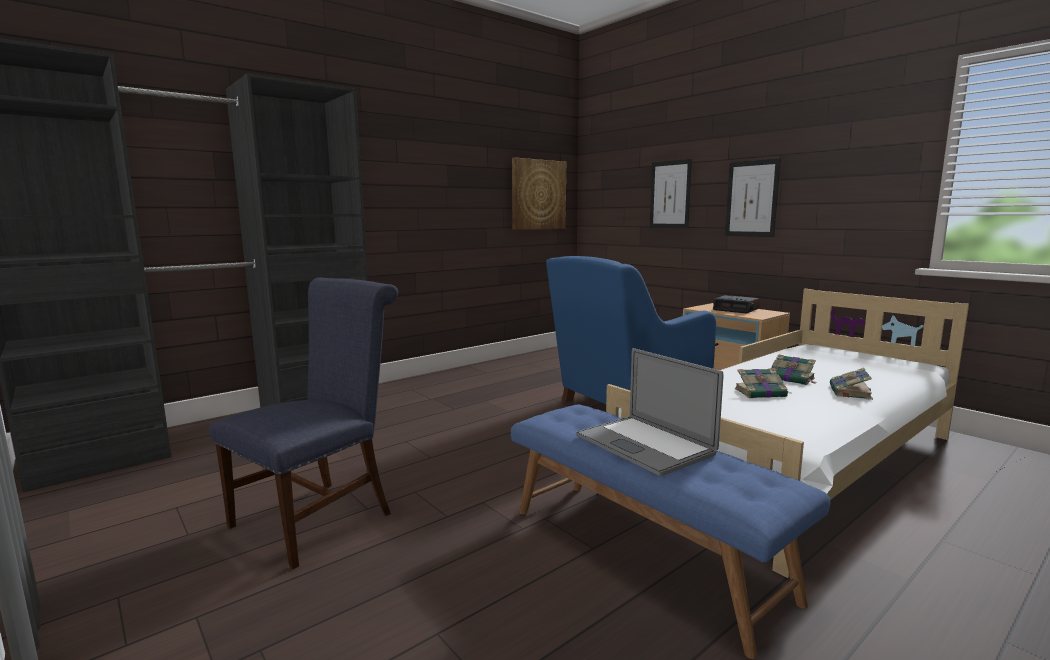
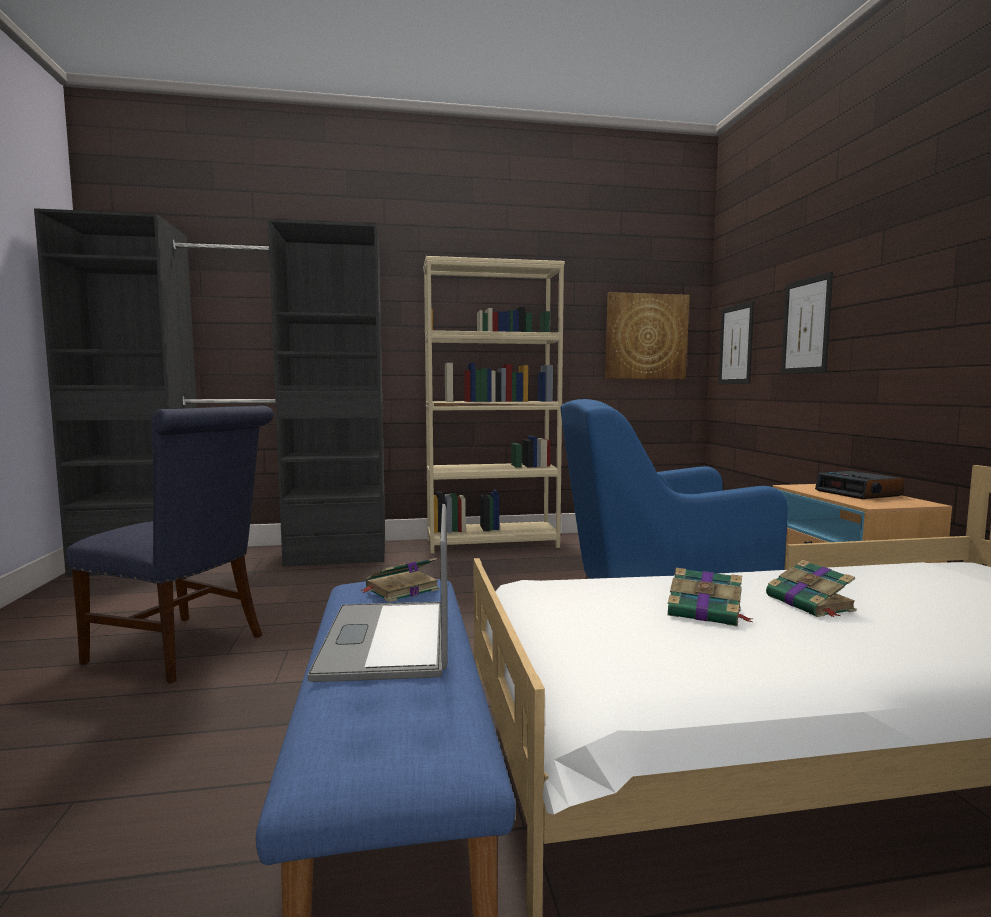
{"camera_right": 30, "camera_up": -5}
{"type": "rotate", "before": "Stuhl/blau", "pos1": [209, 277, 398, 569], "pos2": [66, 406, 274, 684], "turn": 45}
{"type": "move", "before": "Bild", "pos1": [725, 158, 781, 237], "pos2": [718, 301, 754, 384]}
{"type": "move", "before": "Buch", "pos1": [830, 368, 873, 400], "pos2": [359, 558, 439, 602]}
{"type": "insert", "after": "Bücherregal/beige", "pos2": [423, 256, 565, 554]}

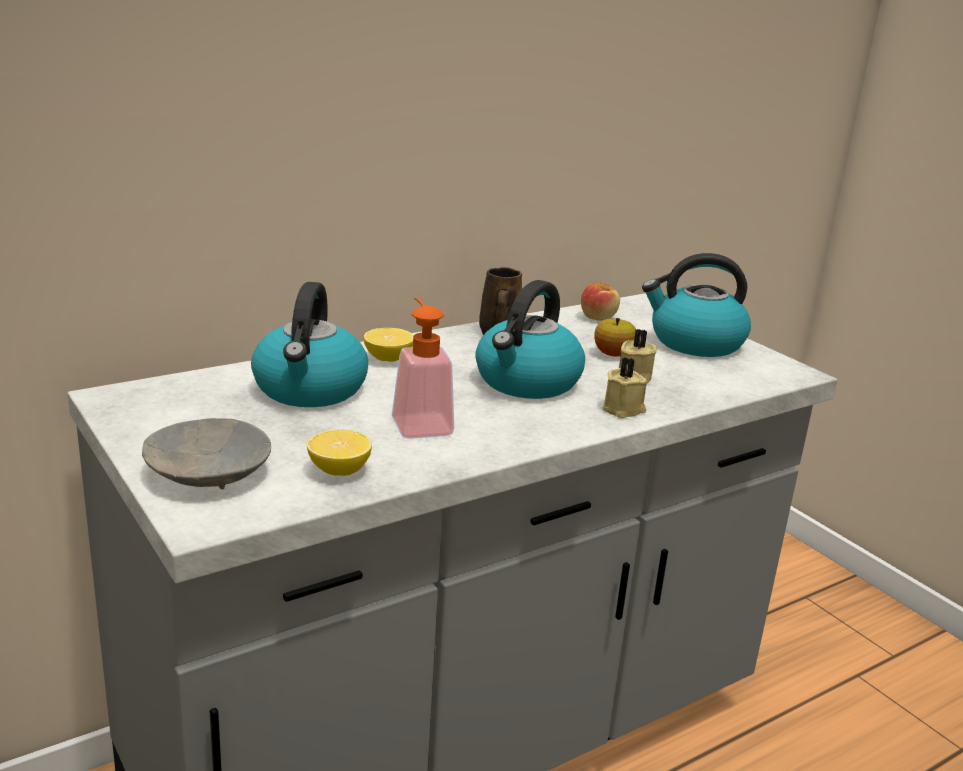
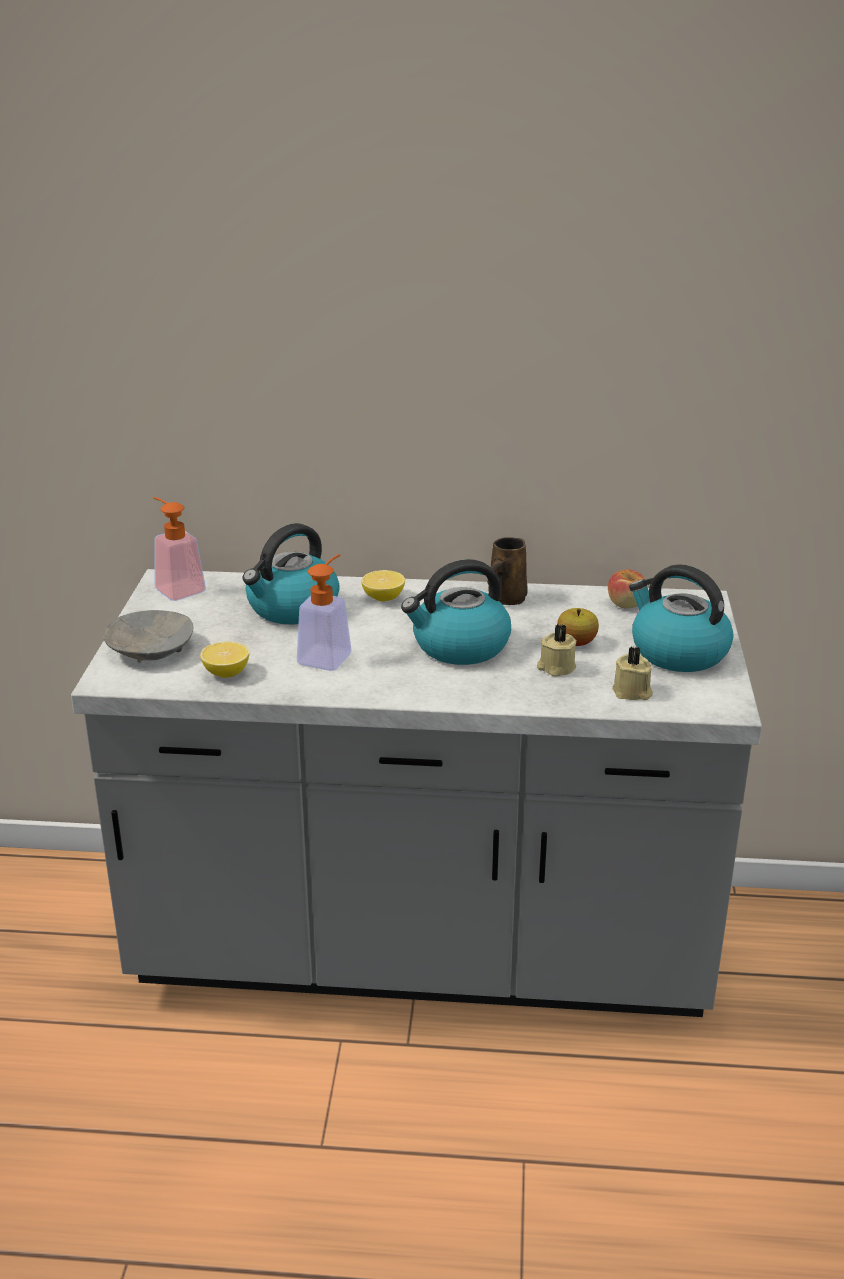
{"camera_right": 40, "camera_up": 5}
{"type": "move", "before": "Kerze/beige", "pos1": [602, 357, 647, 418], "pos2": [612, 646, 653, 700]}
{"type": "insert", "after": "Seifenspender", "pos2": [153, 497, 206, 601]}

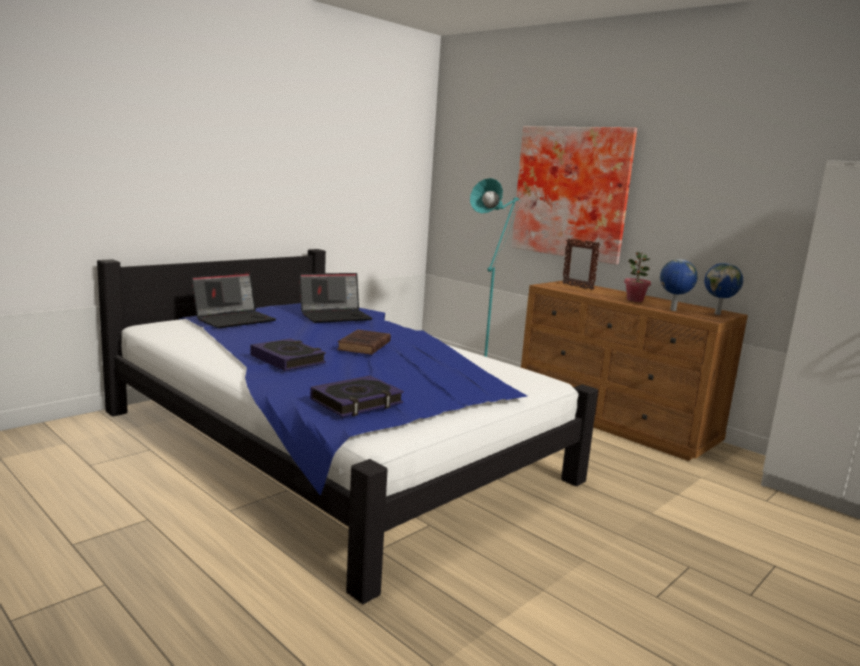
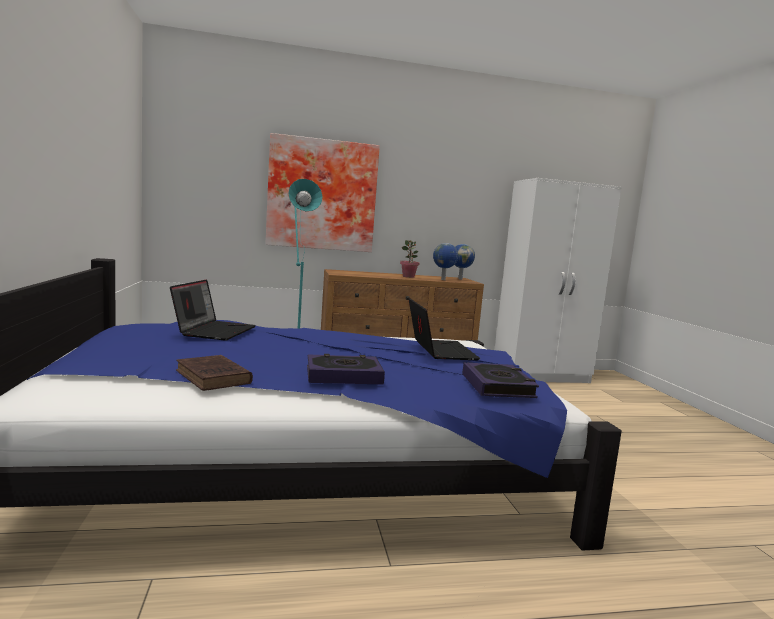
{"camera_right": -55, "camera_up": -5}
{"type": "move", "before": "Laptop", "pos1": [191, 273, 276, 328], "pos2": [409, 298, 480, 360]}
{"type": "move", "before": "Buch/braun", "pos1": [337, 330, 391, 355], "pos2": [176, 355, 253, 391]}
{"type": "delete", "before": "Bilderrahmen", "pos1": [562, 238, 600, 290]}

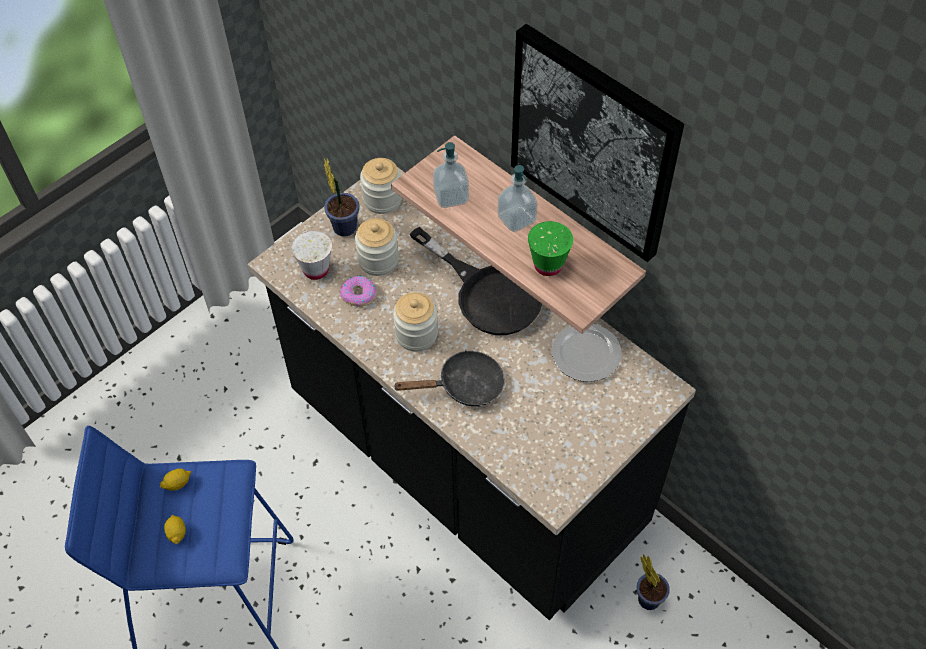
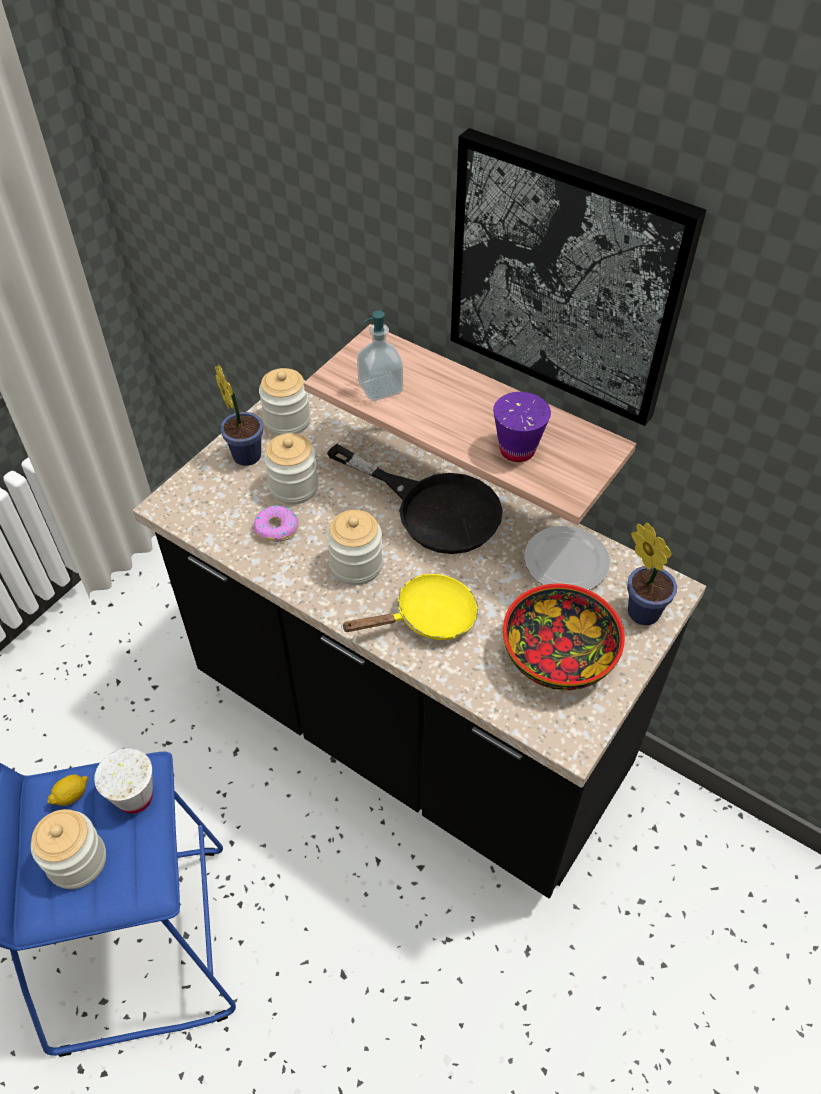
{"camera_right": -10, "camera_up": -5}
{"type": "replace", "before": "Zitrone", "after": "Vorratsglas", "pos1": [164, 515, 186, 544], "pos2": [31, 809, 106, 889]}
{"type": "move", "before": "Tasse/weiß", "pos1": [291, 231, 332, 280], "pos2": [94, 748, 153, 814]}
{"type": "recolor", "before": "Pfanne/schwarz", "after": "Pfanne/gelb", "pos1": [393, 350, 505, 407], "pos2": [341, 574, 478, 640]}
{"type": "delete", "before": "Seifenspender", "pos1": [497, 165, 538, 232]}
{"type": "recolor", "before": "Tasse/grün", "after": "Tasse/lila", "pos1": [528, 221, 573, 276], "pos2": [493, 392, 551, 462]}
{"type": "move", "before": "Topfpflanze", "pos1": [637, 554, 670, 610], "pos2": [627, 522, 677, 625]}
{"type": "insert", "after": "Schüssel", "pos2": [503, 584, 625, 690]}

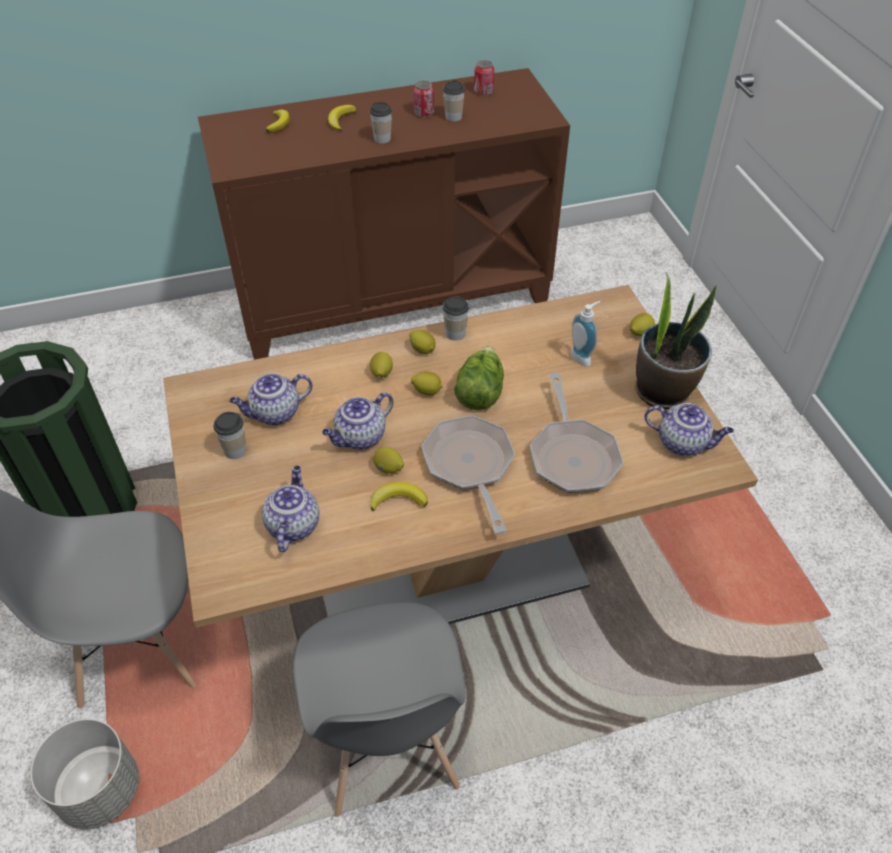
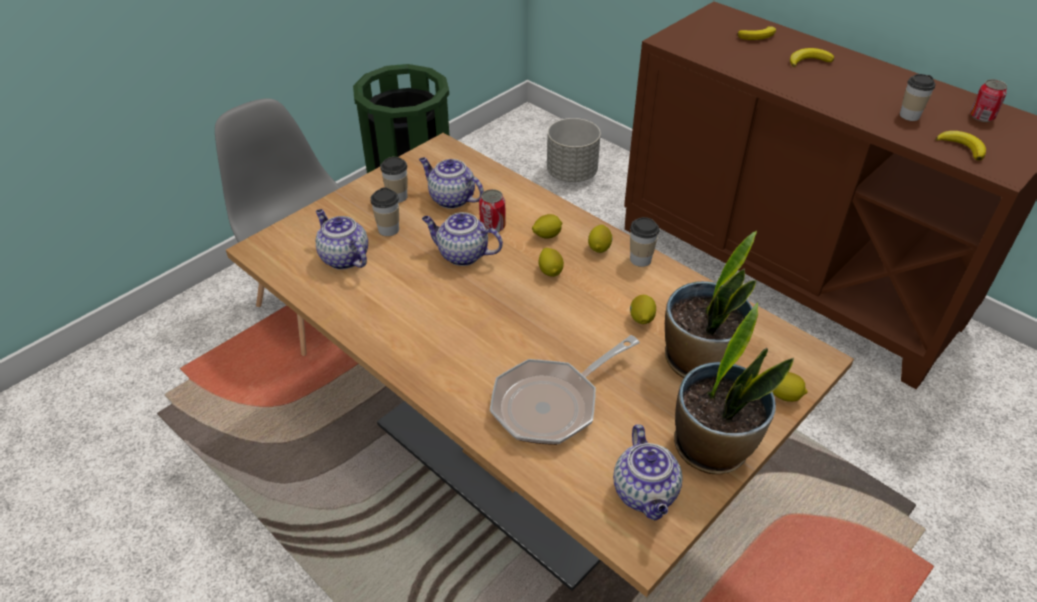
{"camera_right": 60, "camera_up": -5}
{"type": "move", "before": "Pflanzkübel/grau", "pos1": [30, 719, 139, 829], "pos2": [547, 118, 601, 182]}
{"type": "rotate", "before": "Teekanne", "pos1": [262, 466, 319, 552], "pos2": [316, 209, 368, 270], "turn": -105}
{"type": "delete", "before": "Stuhl/grau", "pos1": [293, 602, 466, 817]}
{"type": "move", "before": "Tasse", "pos1": [370, 102, 392, 144], "pos2": [371, 188, 399, 236]}
{"type": "move", "before": "Banane", "pos1": [371, 482, 428, 511], "pos2": [936, 131, 986, 161]}
{"type": "move", "before": "Zitrone", "pos1": [373, 447, 404, 474], "pos2": [630, 295, 656, 324]}
{"type": "move", "before": "Dose", "pos1": [413, 81, 434, 117], "pos2": [479, 189, 506, 232]}
{"type": "delete", "before": "Pfanne", "pos1": [421, 415, 515, 534]}
{"type": "delete", "before": "Salatkopf", "pos1": [454, 346, 504, 410]}
{"type": "replace", "before": "Seifenspender", "after": "Topfpflanze", "pos1": [570, 301, 600, 367], "pos2": [665, 231, 757, 378]}

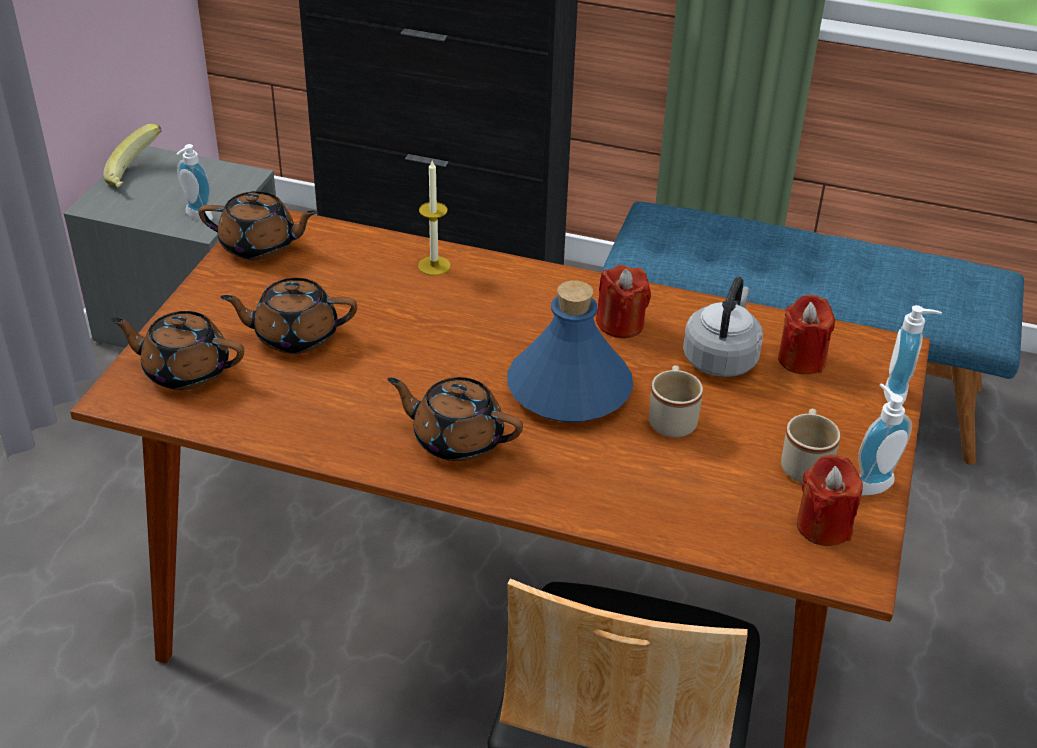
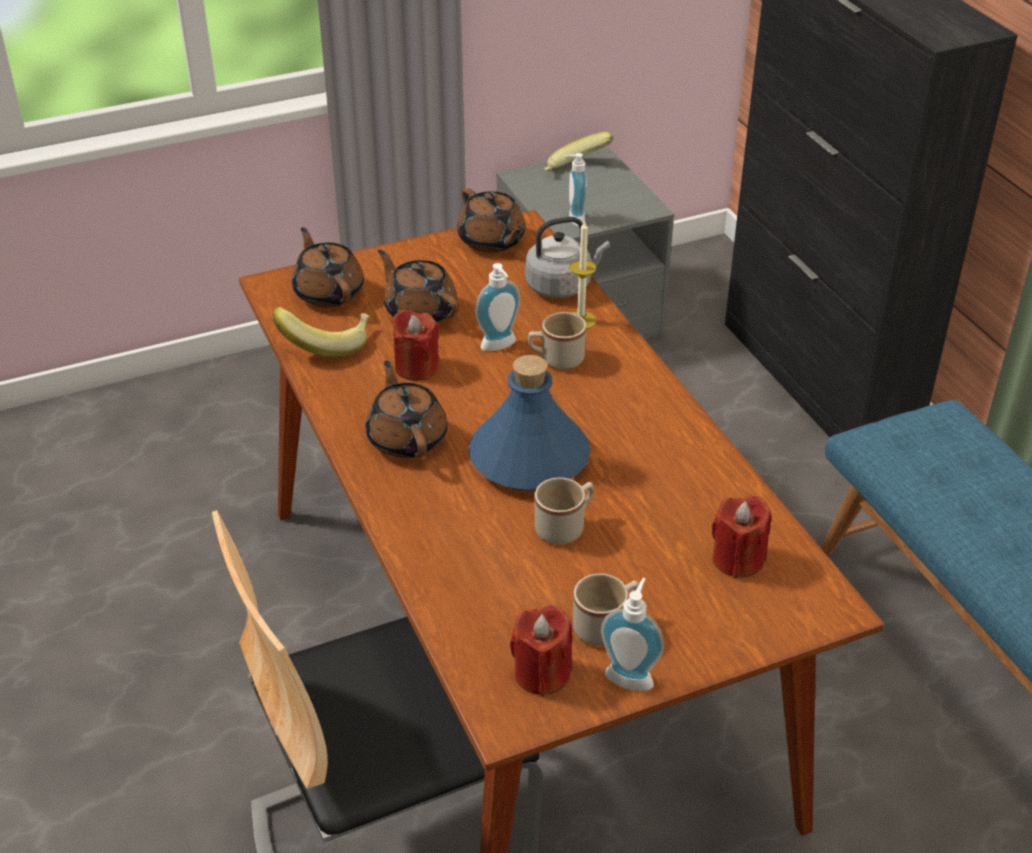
{"camera_right": 50, "camera_up": 0}
{"type": "move", "before": "Kerze/rot", "pos1": [596, 265, 651, 338], "pos2": [392, 309, 439, 381]}
{"type": "move", "before": "Wasserkessel/grau", "pos1": [683, 276, 763, 377], "pos2": [525, 217, 610, 298]}
{"type": "move", "before": "Seifenspender", "pos1": [884, 305, 942, 405], "pos2": [475, 263, 520, 351]}
{"type": "insert", "after": "Banane", "pos2": [273, 307, 371, 357]}
{"type": "insert", "after": "Henkelbecher/beige", "pos2": [528, 312, 586, 370]}

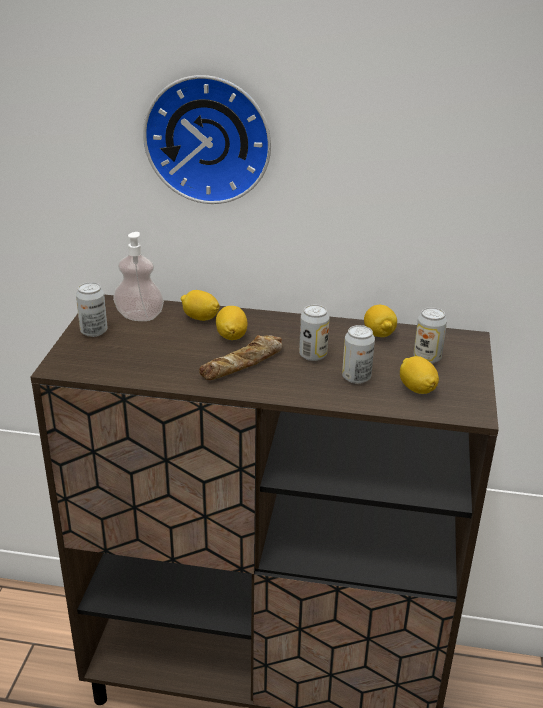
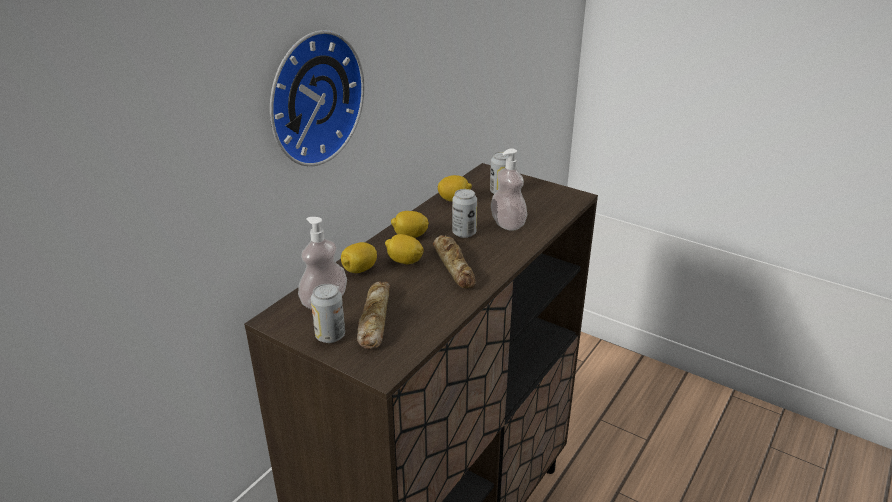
{"camera_right": -65, "camera_up": 0}
{"type": "replace", "before": "Dose", "after": "Seifenspender", "pos1": [342, 325, 375, 384], "pos2": [491, 148, 527, 231]}
{"type": "move", "before": "Zitrone", "pos1": [400, 356, 439, 394], "pos2": [391, 211, 429, 238]}
{"type": "insert", "after": "Brot", "pos2": [357, 282, 390, 349]}

